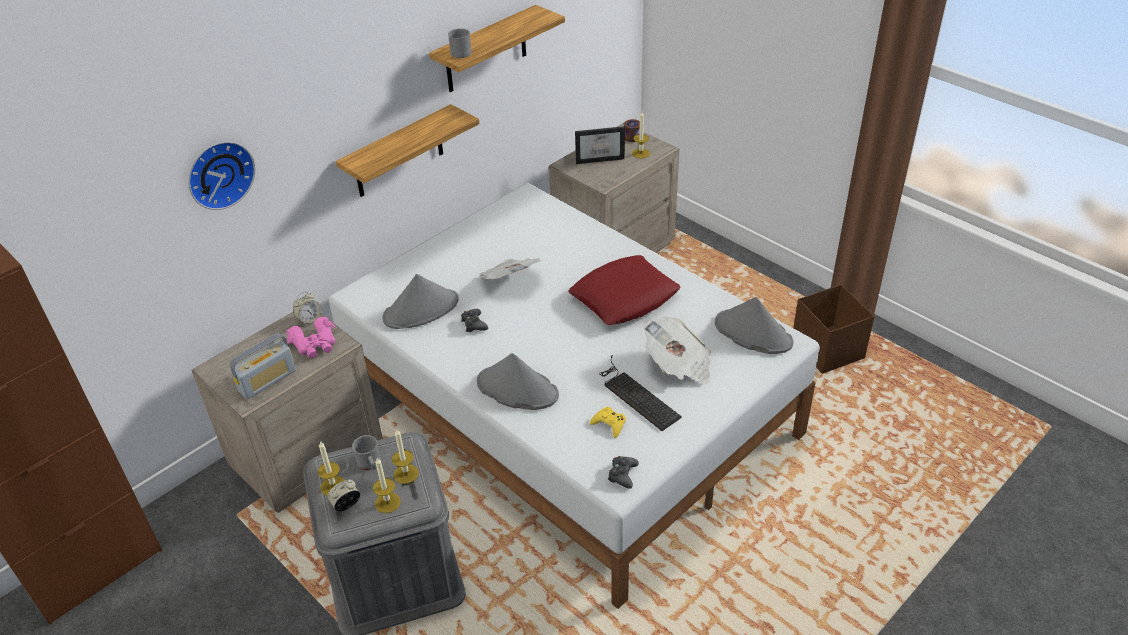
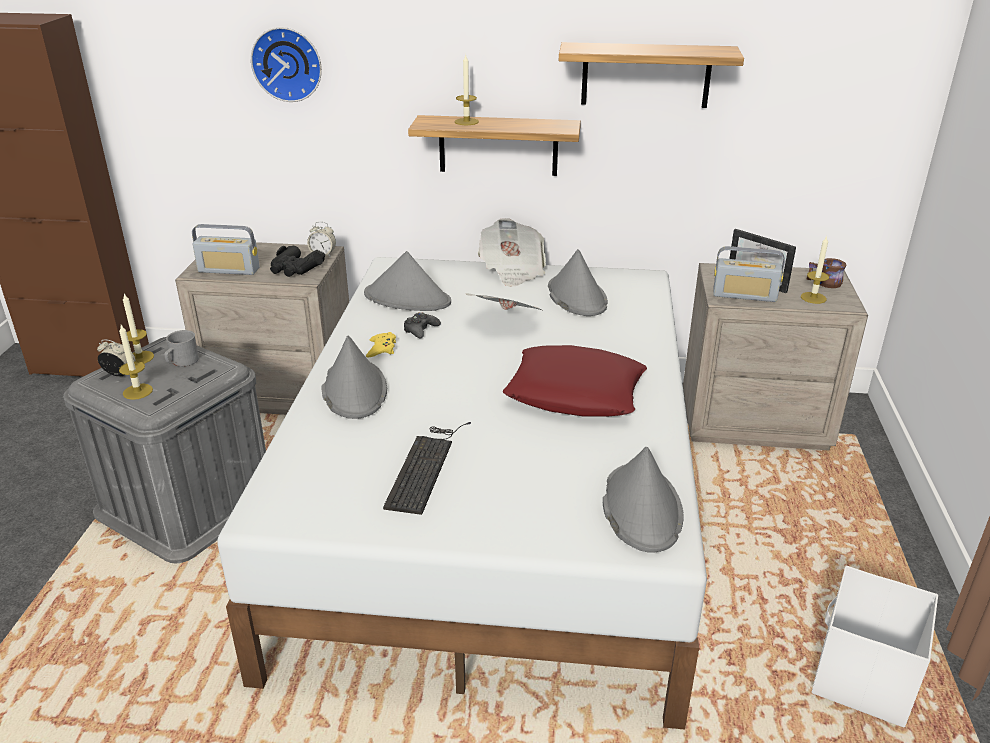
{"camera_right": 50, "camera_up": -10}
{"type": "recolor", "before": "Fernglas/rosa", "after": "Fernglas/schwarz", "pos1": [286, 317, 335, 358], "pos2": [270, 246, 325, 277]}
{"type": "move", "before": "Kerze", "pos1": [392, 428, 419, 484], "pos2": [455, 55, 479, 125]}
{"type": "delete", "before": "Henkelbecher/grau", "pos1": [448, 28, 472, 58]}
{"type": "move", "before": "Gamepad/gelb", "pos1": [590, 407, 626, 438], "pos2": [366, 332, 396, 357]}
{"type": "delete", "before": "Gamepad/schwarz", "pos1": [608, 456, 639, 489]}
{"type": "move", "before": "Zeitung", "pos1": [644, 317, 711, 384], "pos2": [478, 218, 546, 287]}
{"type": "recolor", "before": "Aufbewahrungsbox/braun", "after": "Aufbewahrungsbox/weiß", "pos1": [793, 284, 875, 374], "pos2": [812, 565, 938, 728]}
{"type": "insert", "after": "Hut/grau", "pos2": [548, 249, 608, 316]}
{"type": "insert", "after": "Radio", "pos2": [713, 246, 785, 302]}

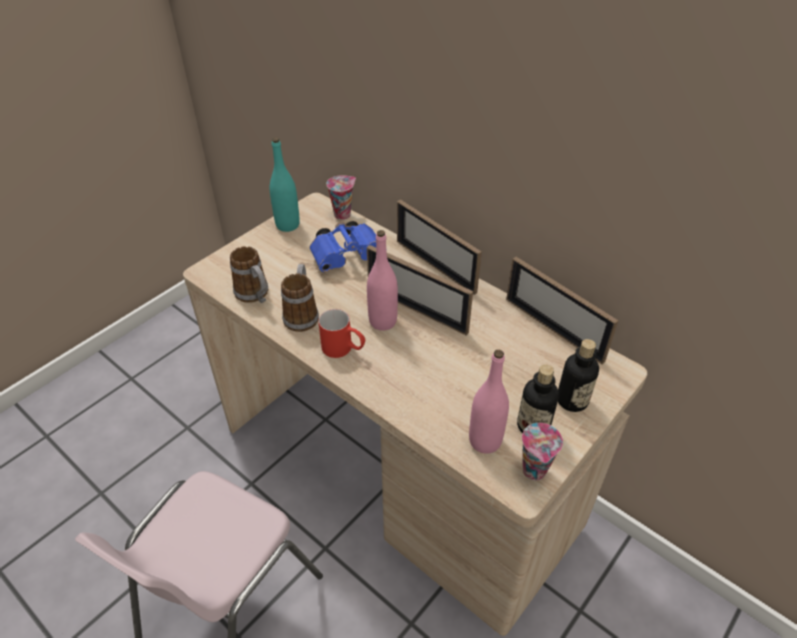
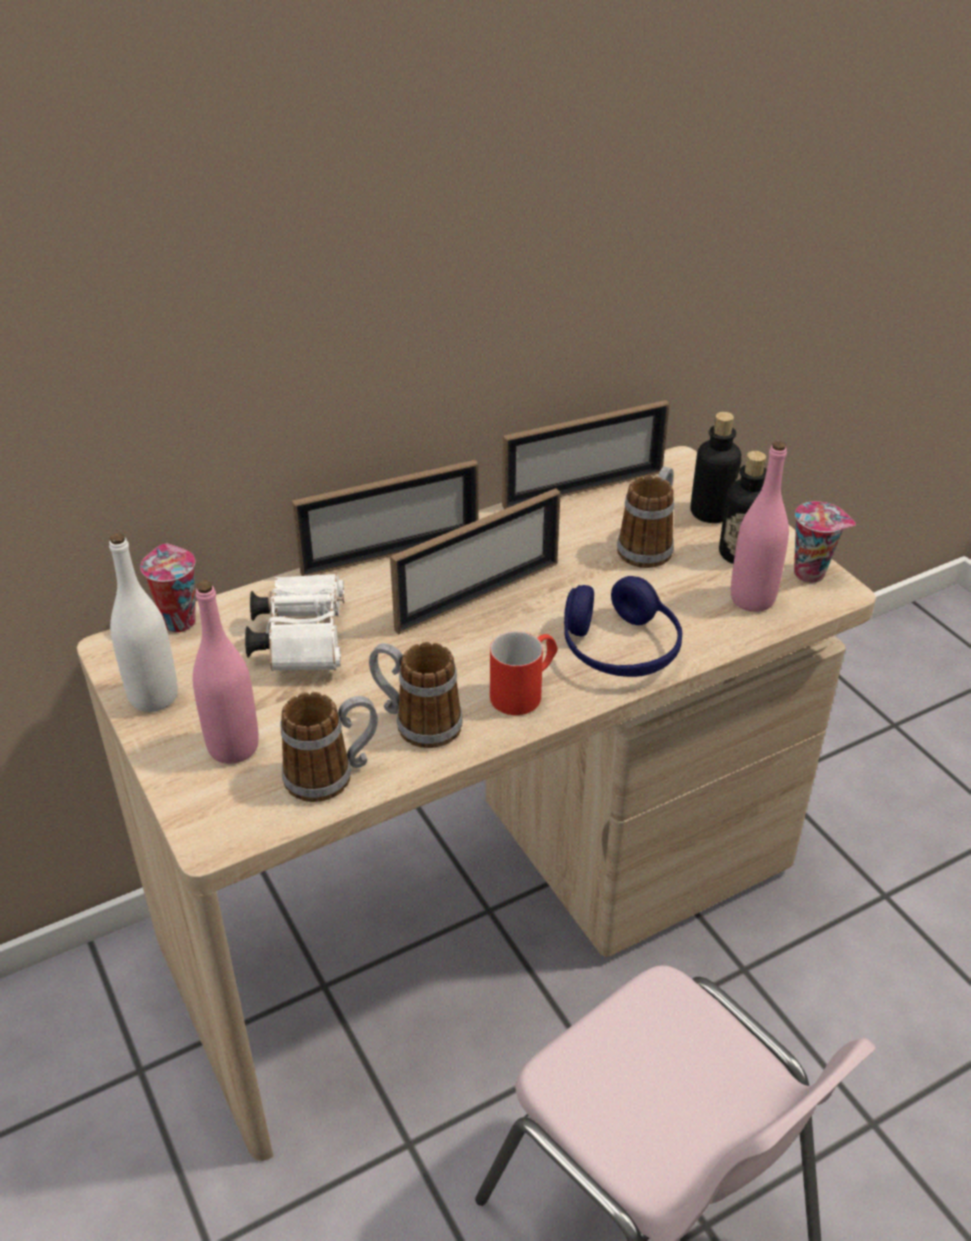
{"camera_right": -70, "camera_up": -5}
{"type": "recolor", "before": "Flasche/türkis", "after": "Flasche/weiß", "pos1": [270, 138, 300, 232], "pos2": [109, 533, 178, 712]}
{"type": "recolor", "before": "Fernglas/blau", "after": "Fernglas/weiß", "pos1": [310, 221, 387, 272], "pos2": [245, 573, 345, 671]}
{"type": "move", "before": "Flasche/rosa", "pos1": [367, 230, 398, 331], "pos2": [193, 581, 259, 764]}
{"type": "insert", "after": "Kopfhörer/blau", "pos2": [564, 576, 682, 677]}
{"type": "insert", "after": "Henkelbecher", "pos2": [617, 466, 674, 568]}

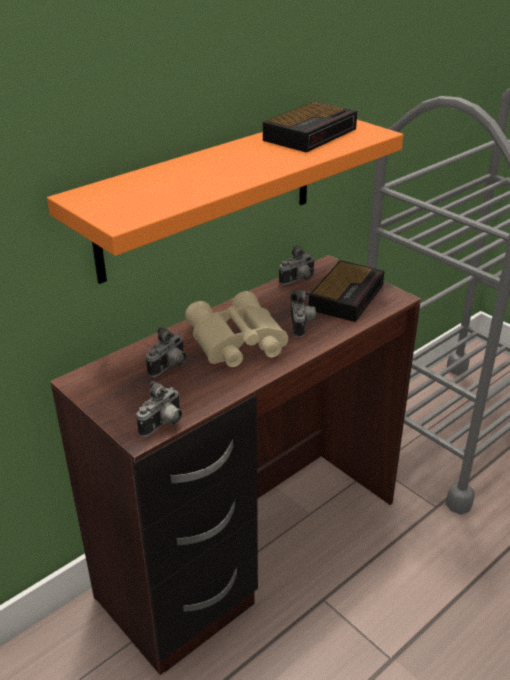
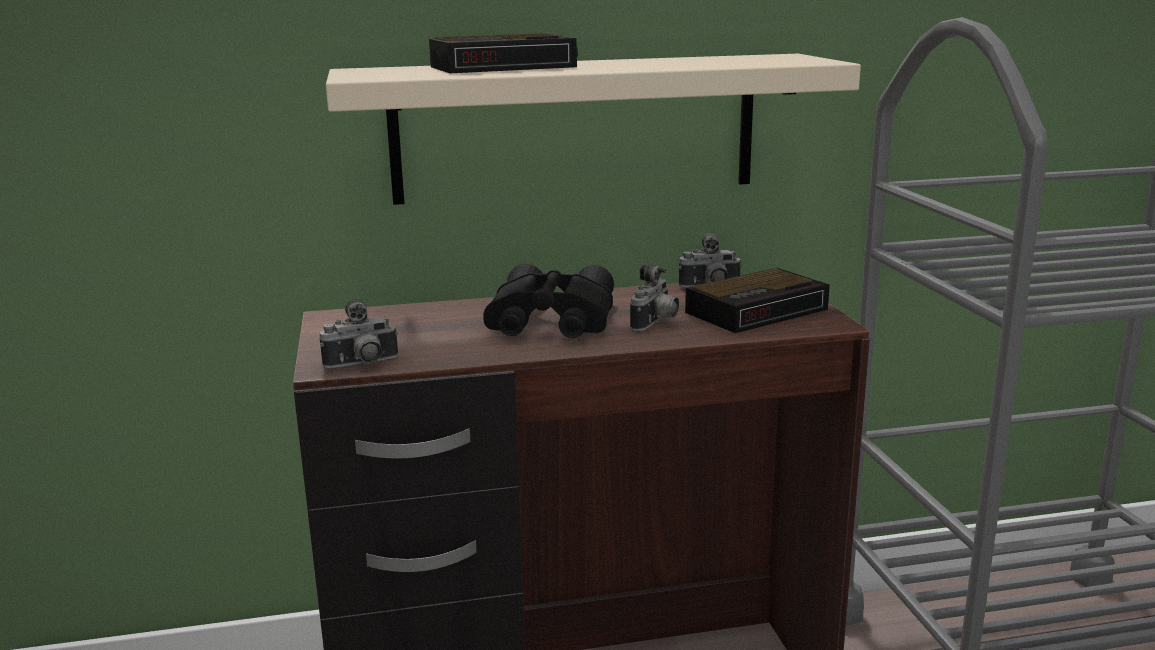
{"camera_right": 30, "camera_up": -15}
{"type": "recolor", "before": "Wandregal/orange", "after": "Wandregal/beige", "pos1": [47, 120, 403, 284], "pos2": [326, 54, 861, 205]}
{"type": "delete", "before": "Kamera", "pos1": [146, 327, 187, 377]}
{"type": "recolor", "before": "Fernglas/beige", "after": "Fernglas/schwarz", "pos1": [185, 291, 288, 367], "pos2": [483, 264, 614, 338]}
{"type": "move", "before": "Wecker", "pos1": [263, 101, 357, 153], "pos2": [429, 33, 578, 73]}

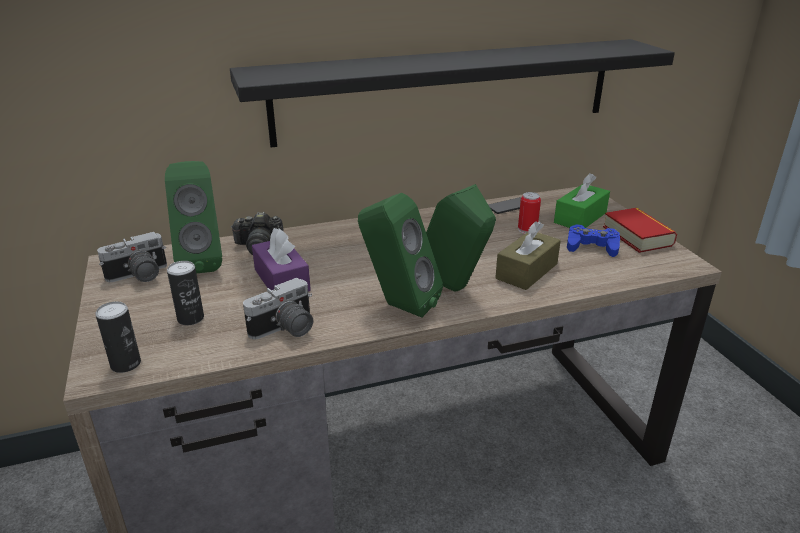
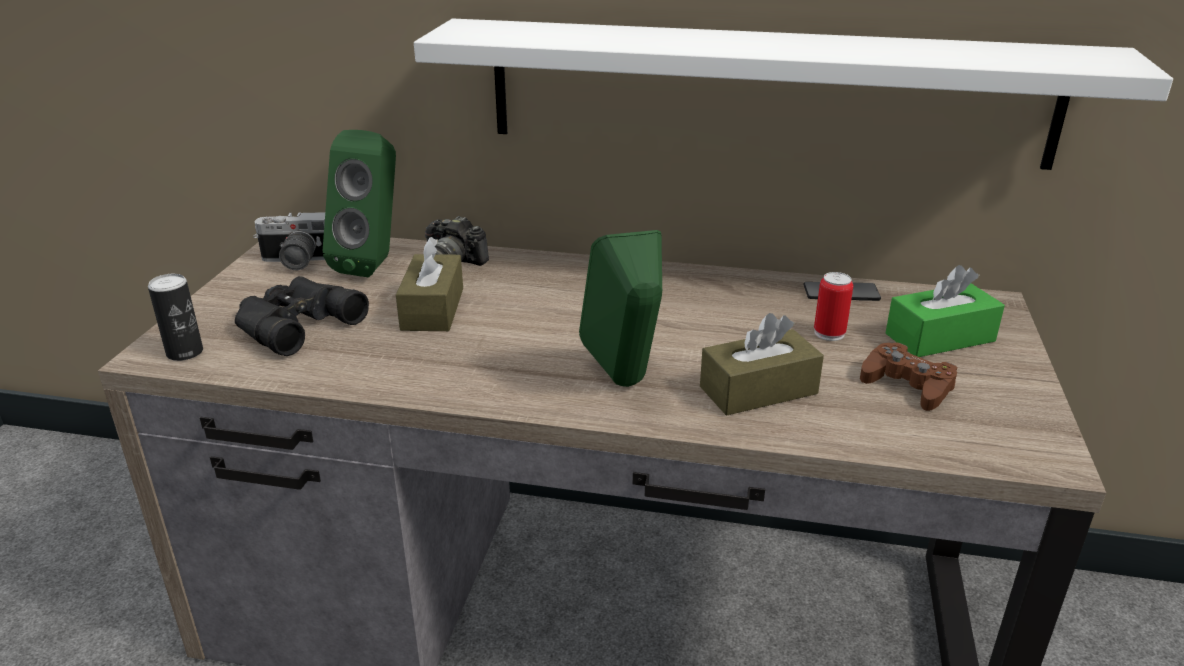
{"camera_right": 30, "camera_up": 0}
{"type": "replace", "before": "Dose", "after": "Fernglas/schwarz", "pos1": [167, 261, 204, 325], "pos2": [235, 276, 369, 356]}
{"type": "recolor", "before": "Wandregal/schwarz", "after": "Wandregal/weiß", "pos1": [230, 39, 675, 147], "pos2": [414, 18, 1173, 170]}
{"type": "delete", "before": "Kamera", "pos1": [243, 278, 313, 339]}
{"type": "recolor", "before": "Taschentuchbox/lila", "after": "Taschentuchbox/braun", "pos1": [252, 228, 311, 292], "pos2": [396, 237, 463, 331]}
{"type": "delete", "before": "Lautsprecher/grün", "pos1": [358, 193, 443, 318]}
{"type": "recolor", "before": "Gamepad/blau", "after": "Gamepad/braun", "pos1": [567, 224, 620, 257], "pos2": [860, 343, 958, 411]}
{"type": "delete", "before": "Buch", "pos1": [603, 208, 677, 253]}

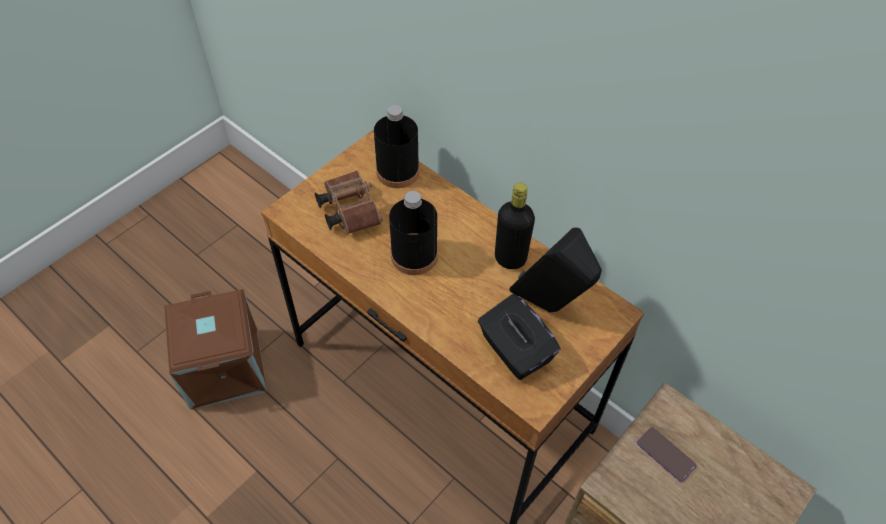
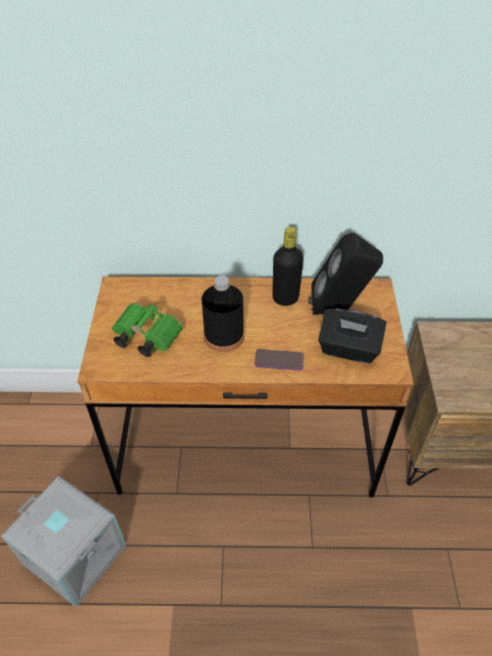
{"camera_right": -40, "camera_up": -5}
{"type": "recolor", "before": "Aufbewahrungsbox/braun", "after": "Aufbewahrungsbox/grau", "pos1": [164, 289, 267, 410], "pos2": [1, 475, 126, 607]}
{"type": "recolor", "before": "Fernglas/braun", "after": "Fernglas/grün", "pos1": [315, 170, 383, 234], "pos2": [112, 302, 183, 357]}
{"type": "delete", "before": "Flasche/schwarz", "pos1": [374, 105, 419, 188]}
{"type": "move", "before": "Handy", "pos1": [637, 427, 697, 482], "pos2": [254, 349, 304, 370]}

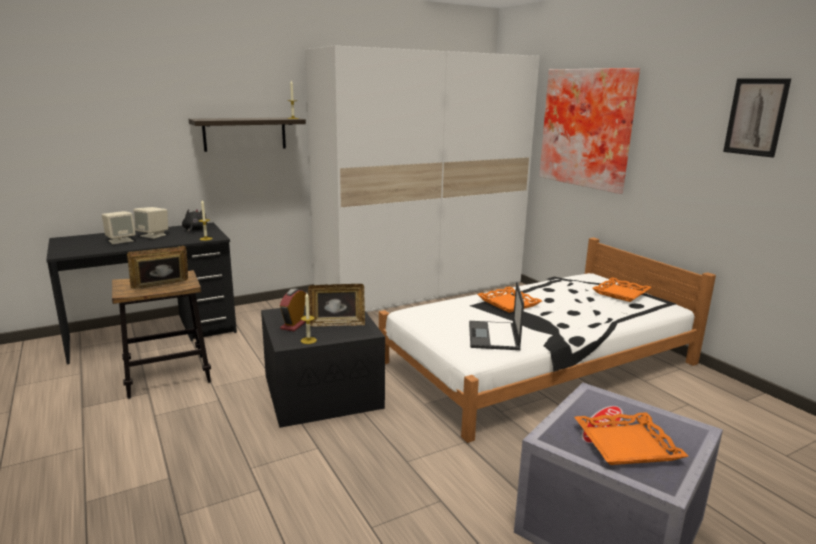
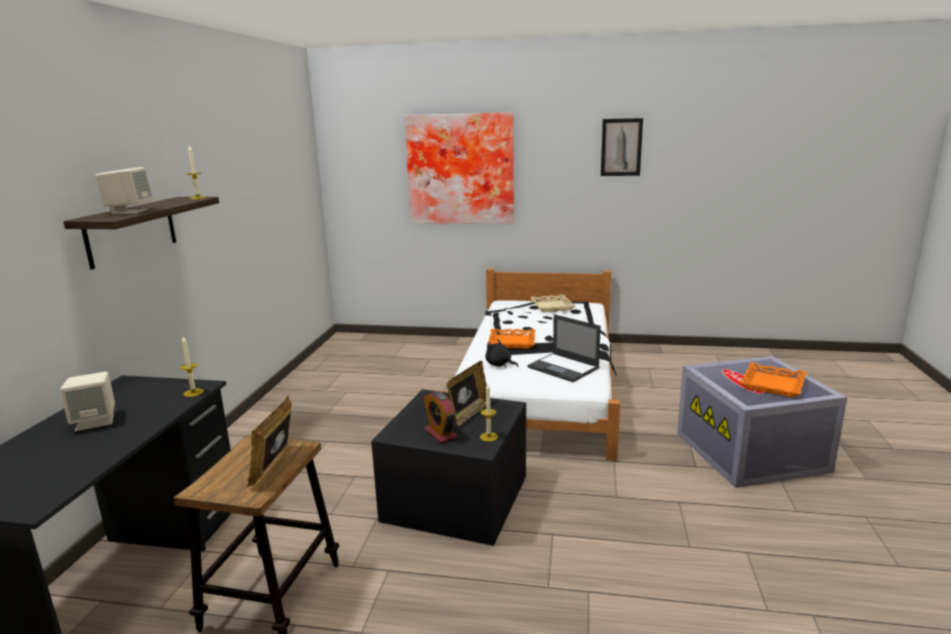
{"camera_right": -50, "camera_up": 0}
{"type": "move", "before": "Lautsprecher/beige", "pos1": [102, 211, 136, 244], "pos2": [95, 167, 153, 214]}
{"type": "move", "before": "Plüschtier/schwarz", "pos1": [182, 209, 207, 233], "pos2": [485, 339, 519, 368]}
{"type": "delete", "before": "Kleiderschrank/weiß", "pos1": [305, 45, 540, 312]}
{"type": "recolor", "before": "Tablett/orange", "after": "Tablett/beige", "pos1": [592, 277, 652, 302], "pos2": [530, 295, 575, 312]}

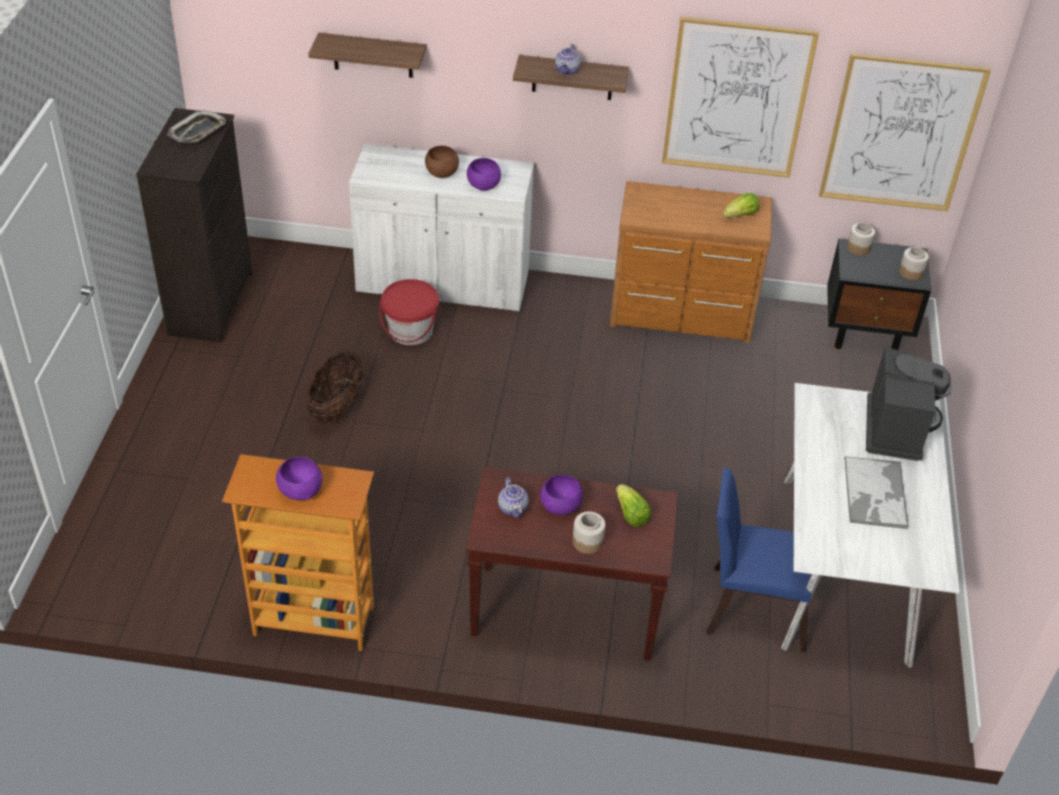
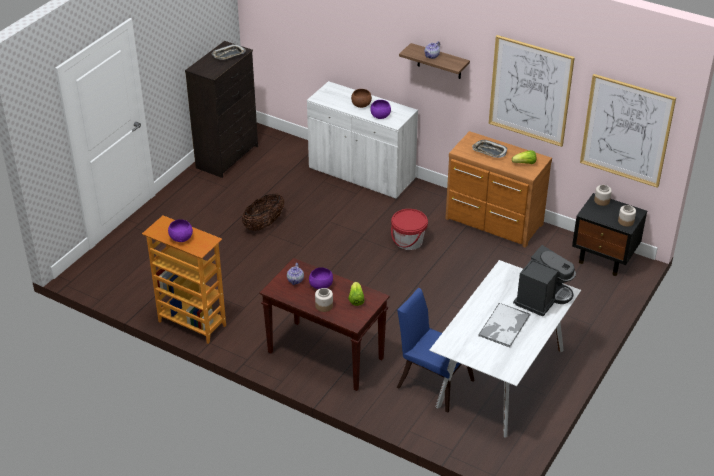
{"camera_right": 25, "camera_up": -5}
{"type": "delete", "before": "Wandregal", "pos1": [308, 33, 426, 78]}
{"type": "move", "before": "Eimer/rot", "pos1": [379, 279, 439, 345], "pos2": [391, 209, 428, 250]}
{"type": "insert", "after": "Tablett", "pos2": [472, 140, 507, 158]}

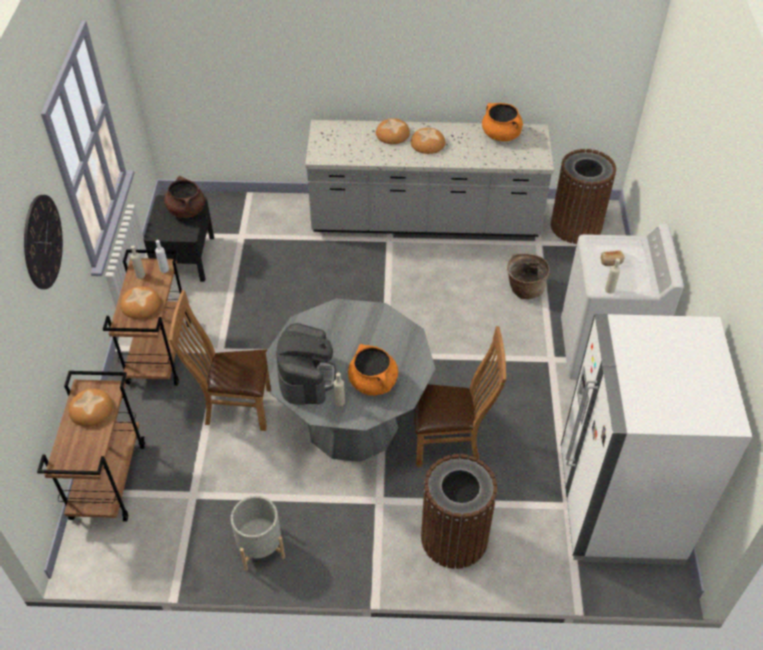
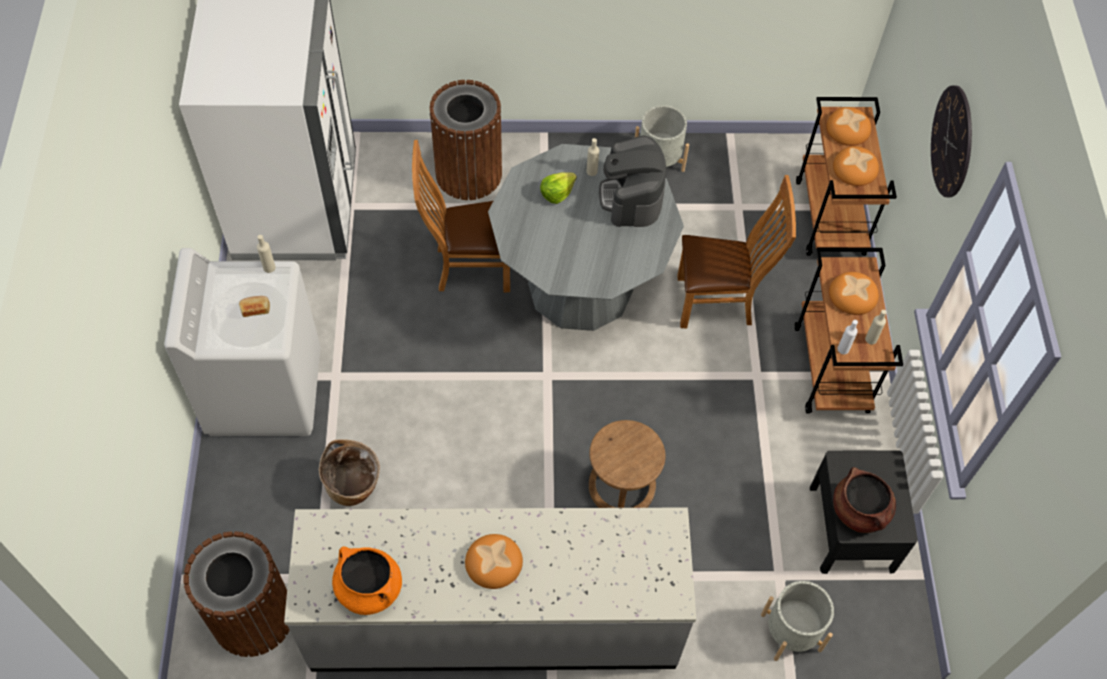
{"camera_right": 175, "camera_up": 10}
{"type": "replace", "before": "Kochtopf/orange", "after": "Salatkopf", "pos1": [348, 344, 398, 396], "pos2": [540, 172, 577, 204]}
{"type": "move", "before": "Brot", "pos1": [376, 118, 410, 144], "pos2": [826, 107, 871, 146]}
{"type": "insert", "after": "Hocker/braun", "pos2": [589, 420, 665, 508]}
{"type": "insert", "after": "Pflanzkübel/grau", "pos2": [761, 581, 834, 661]}

